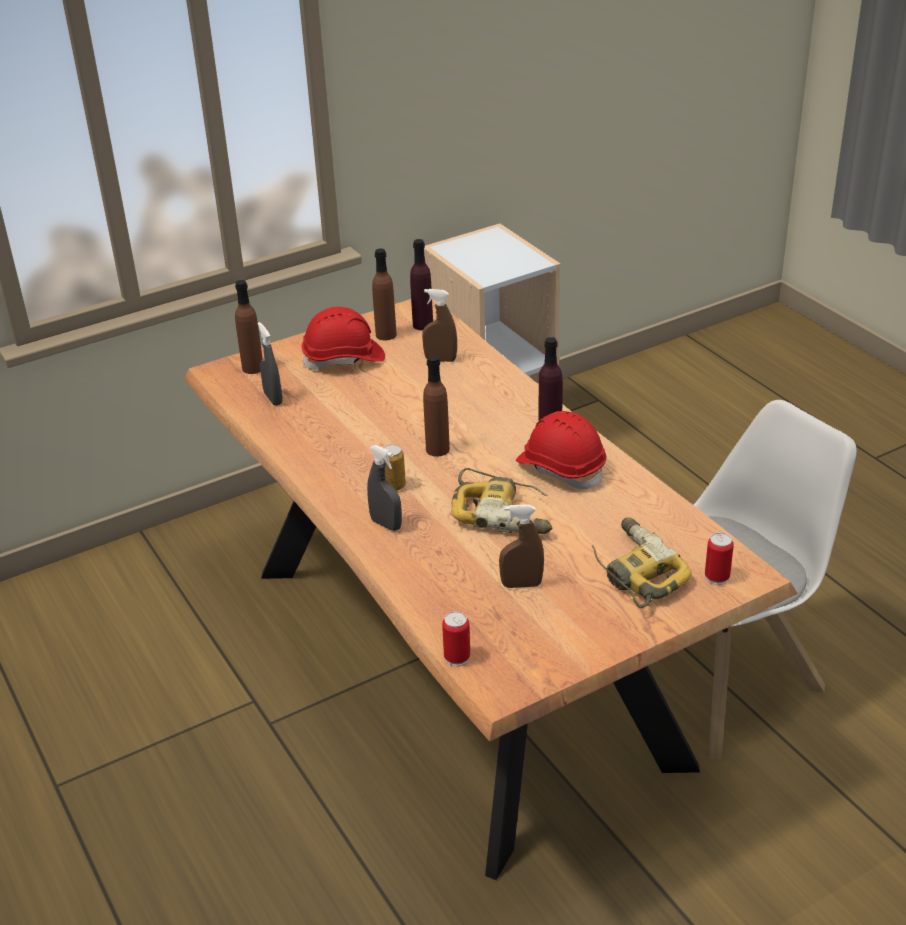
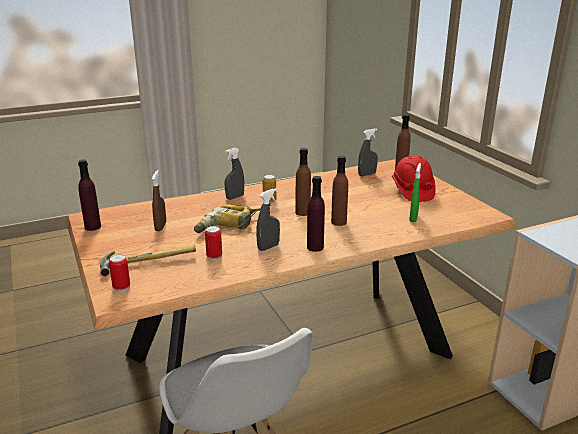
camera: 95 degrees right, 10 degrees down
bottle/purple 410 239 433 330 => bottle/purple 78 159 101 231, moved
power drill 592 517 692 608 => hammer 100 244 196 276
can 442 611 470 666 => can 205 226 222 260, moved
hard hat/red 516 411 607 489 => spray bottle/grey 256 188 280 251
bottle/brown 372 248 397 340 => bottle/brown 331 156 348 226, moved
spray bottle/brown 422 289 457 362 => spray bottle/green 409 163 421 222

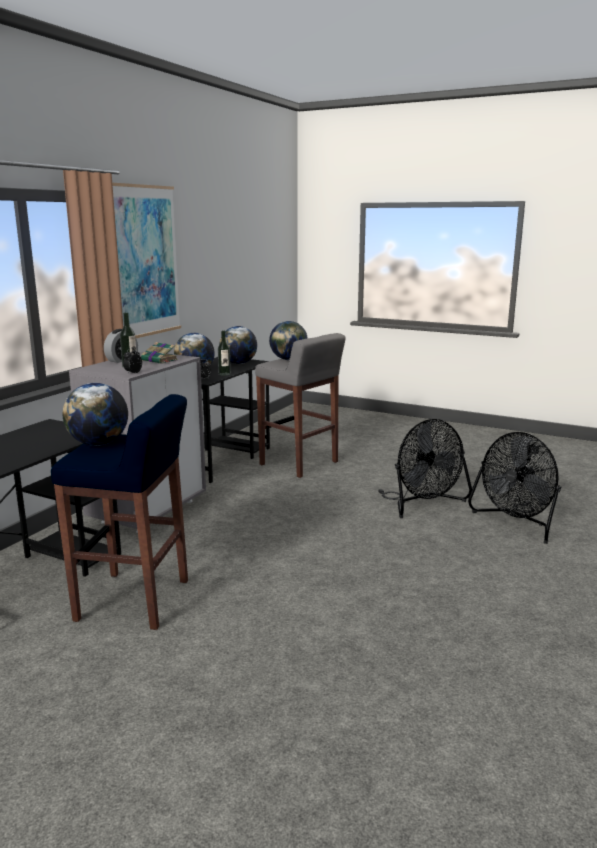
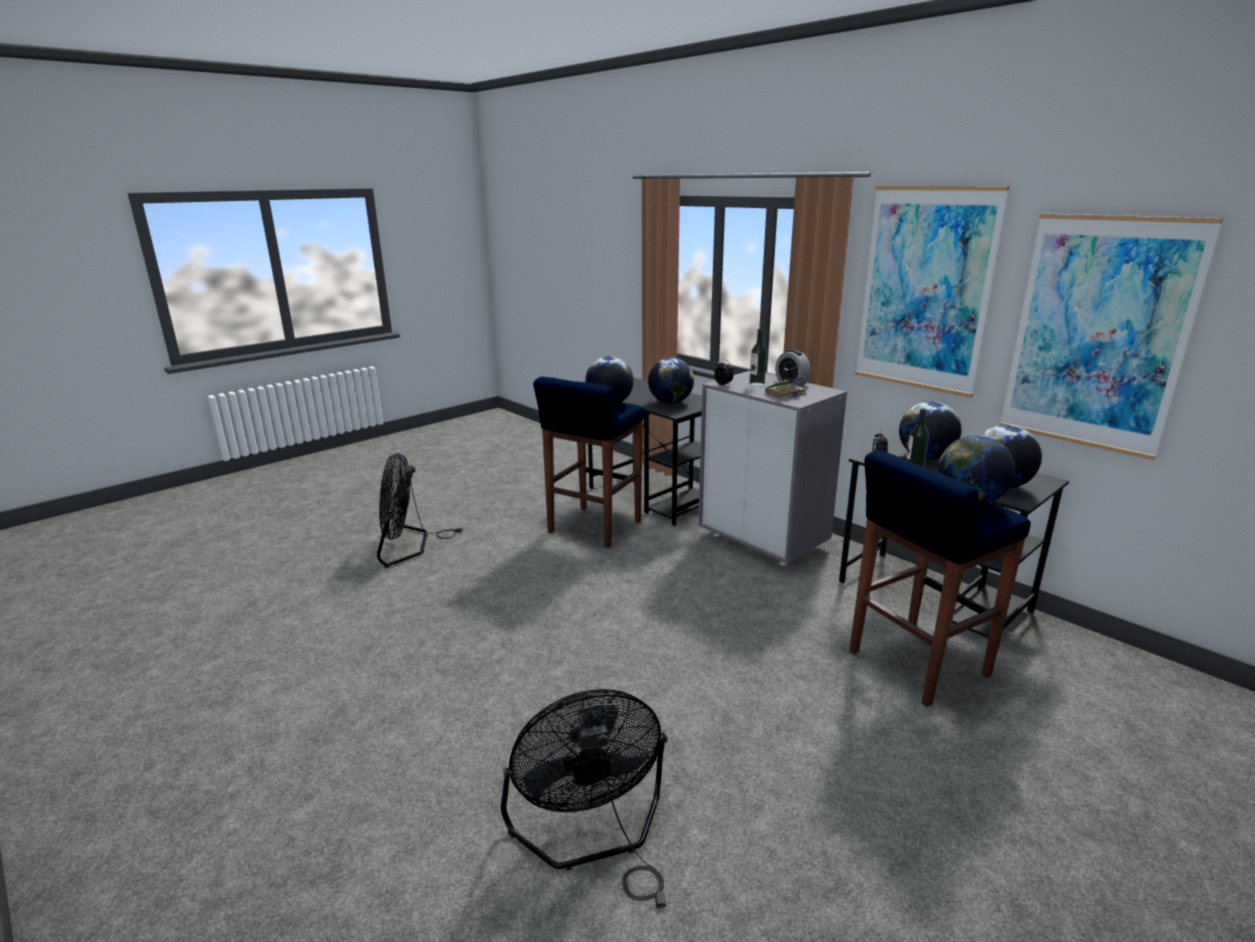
camera: 110 degrees right, 5 degrees up
fan/black 378 419 472 518 => fan/black 377 453 464 568, moved
nothing => globe 648 358 694 404
stool/grey 255 333 346 478 => stool/blue 849 450 1031 707
nothing => picture 999 213 1223 460

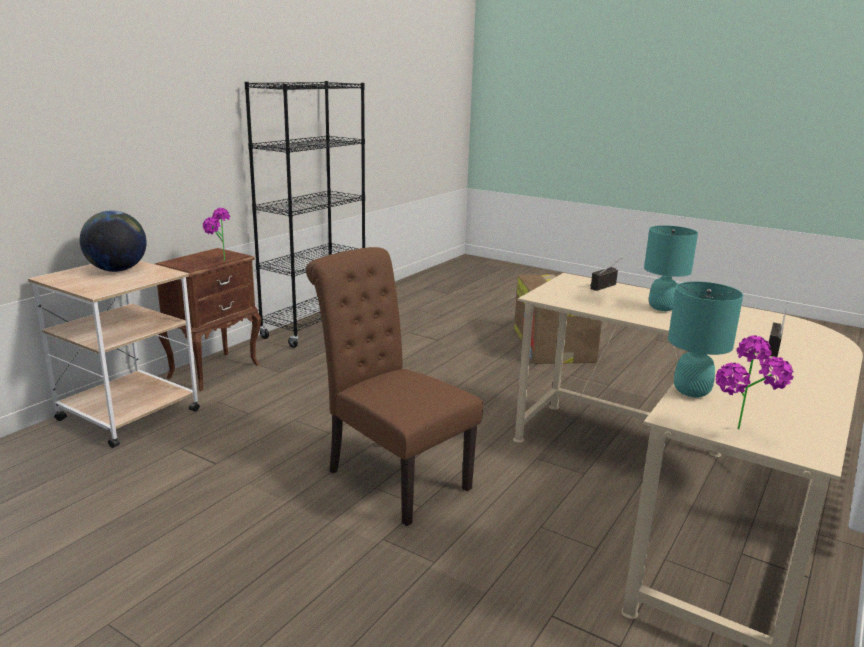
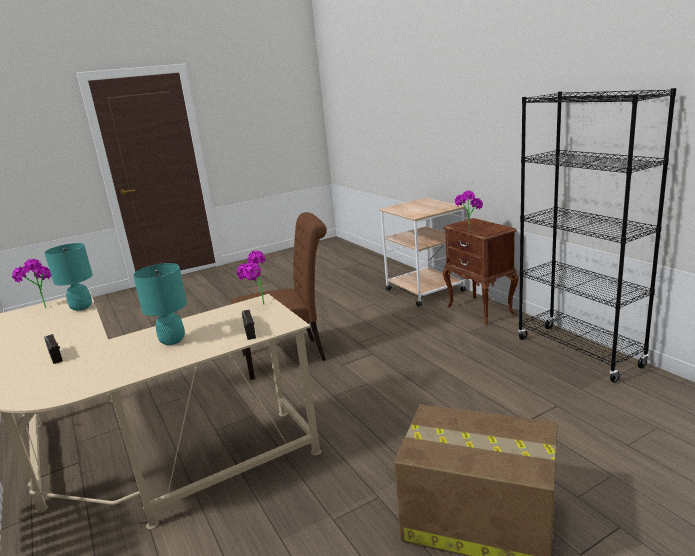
camera: 120 degrees right, 0 degrees up
nothing => potted plant 236 250 265 304
globe 80 210 147 272 => nothing

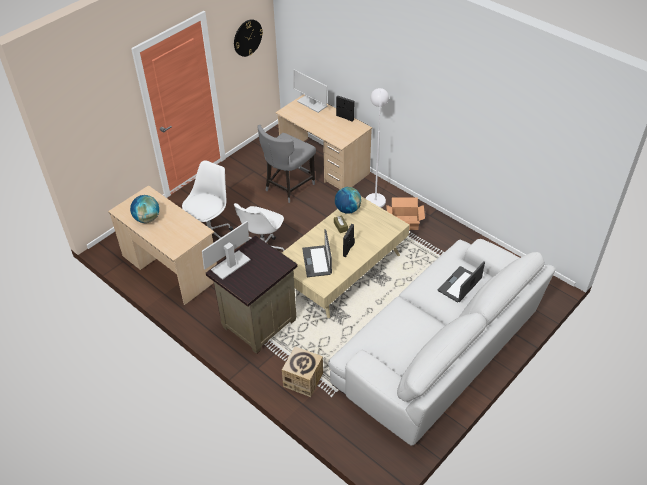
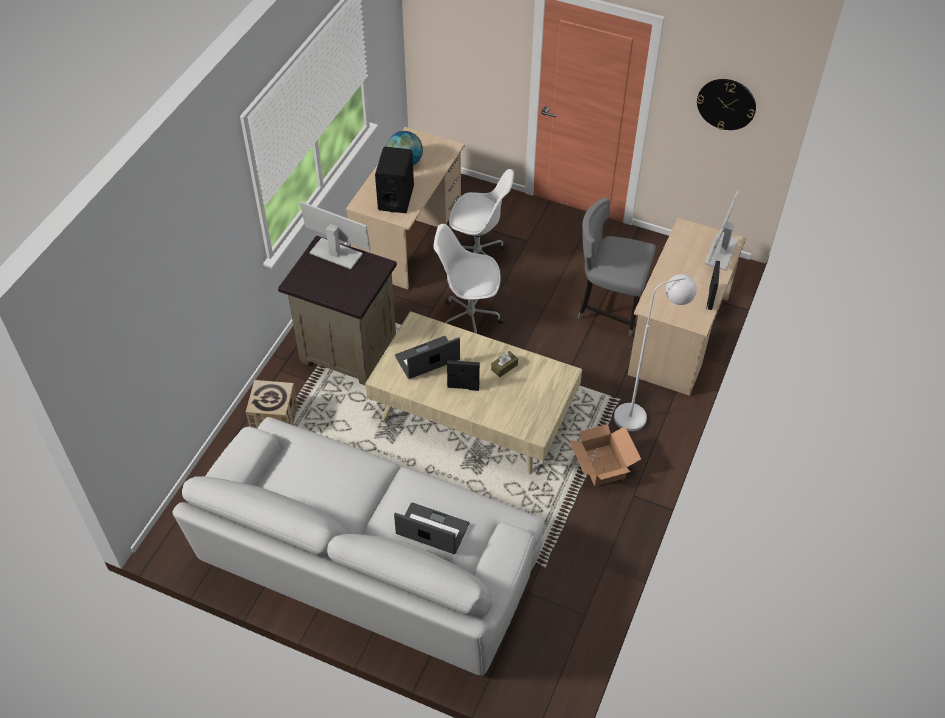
camera: 70 degrees right, 5 degrees up
nothing => speaker/black 375 147 414 213
globe 335 187 361 214 => nothing

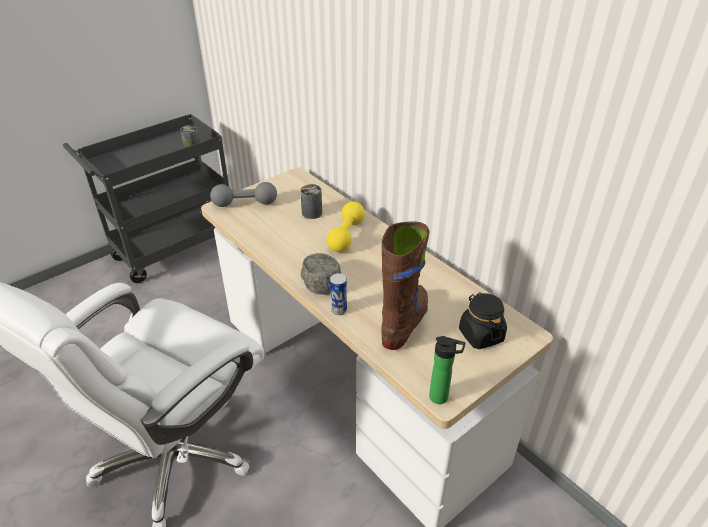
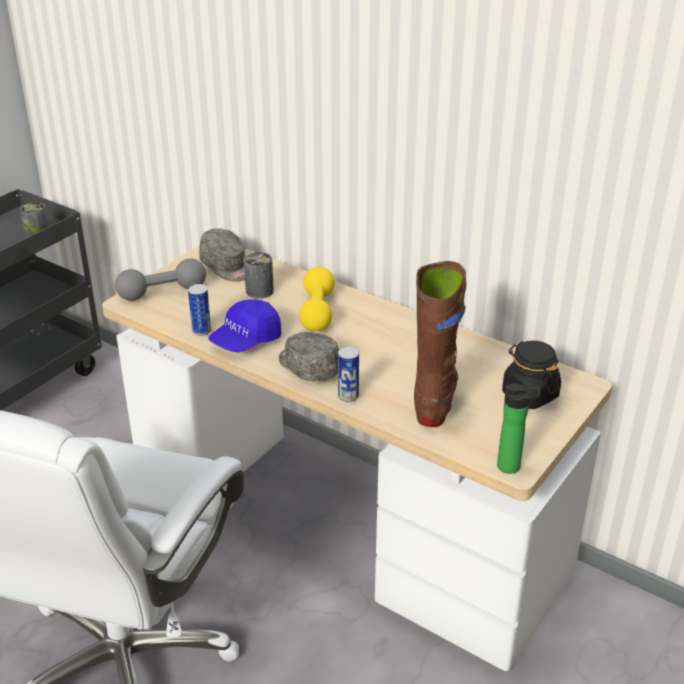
camera: 15 degrees left, 5 degrees down
nothing => can 188 284 211 336
nothing => cap/grey 199 228 245 282
nothing => cap/blue 208 299 281 353

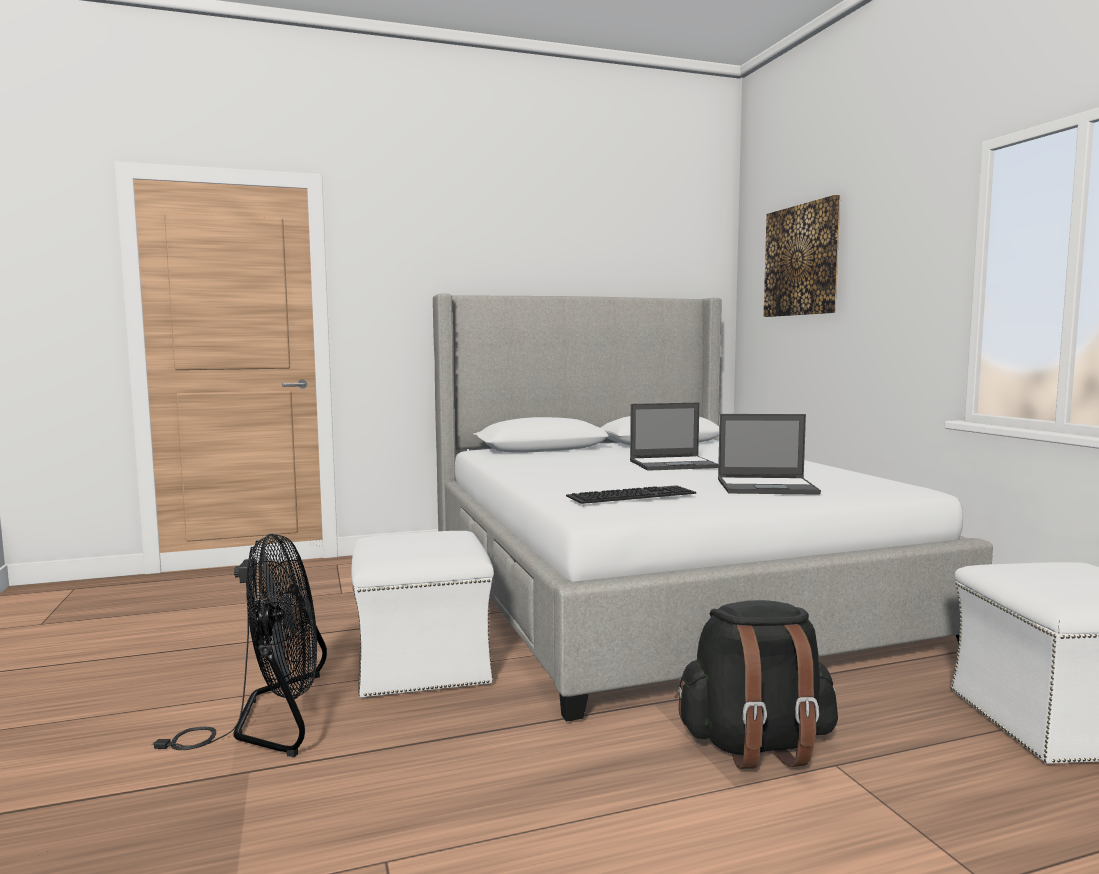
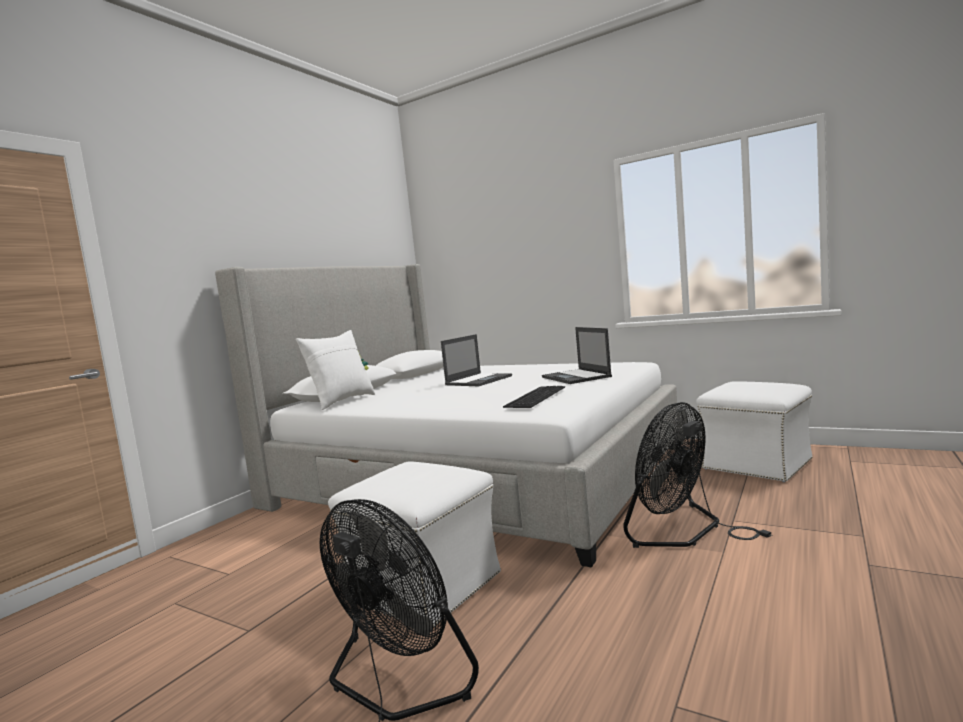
camera: 40 degrees left, 0 degrees up
nothing => pillow/white 296 330 375 410
laptop 718 414 821 494 => laptop 542 327 612 384, 105 degrees clockwise
backpack/black 675 600 838 769 => fan/black 623 402 773 548
picture 764 195 840 317 => nothing

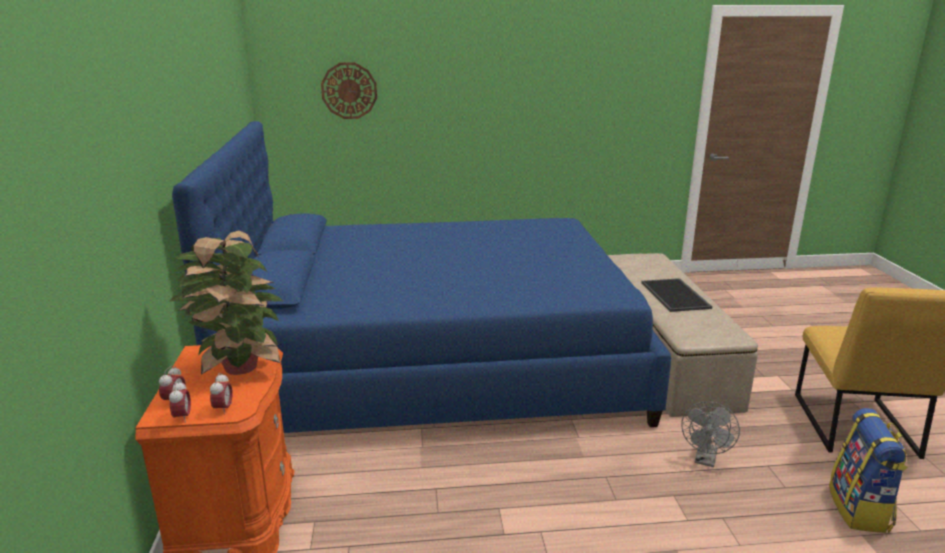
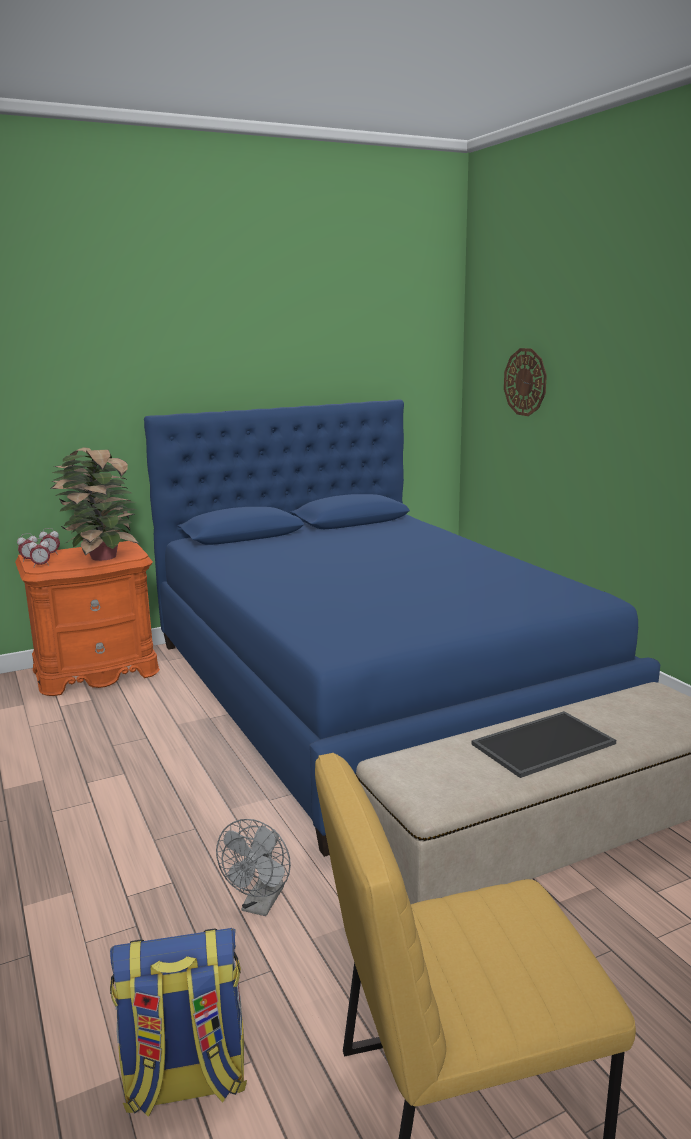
camera: 70 degrees right, 5 degrees down
fan/grey 681 401 740 467 => fan/grey 216 819 291 916, 75 degrees counterclockwise

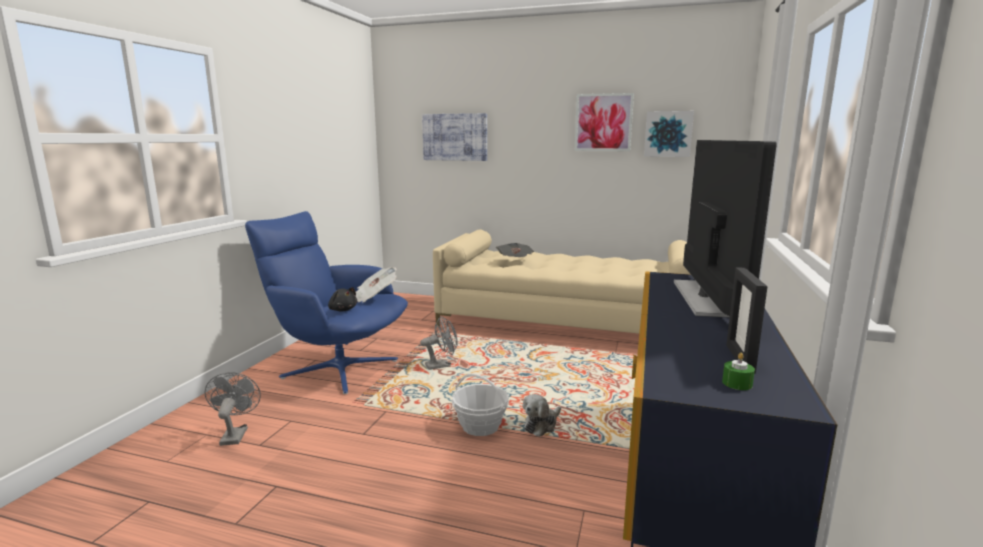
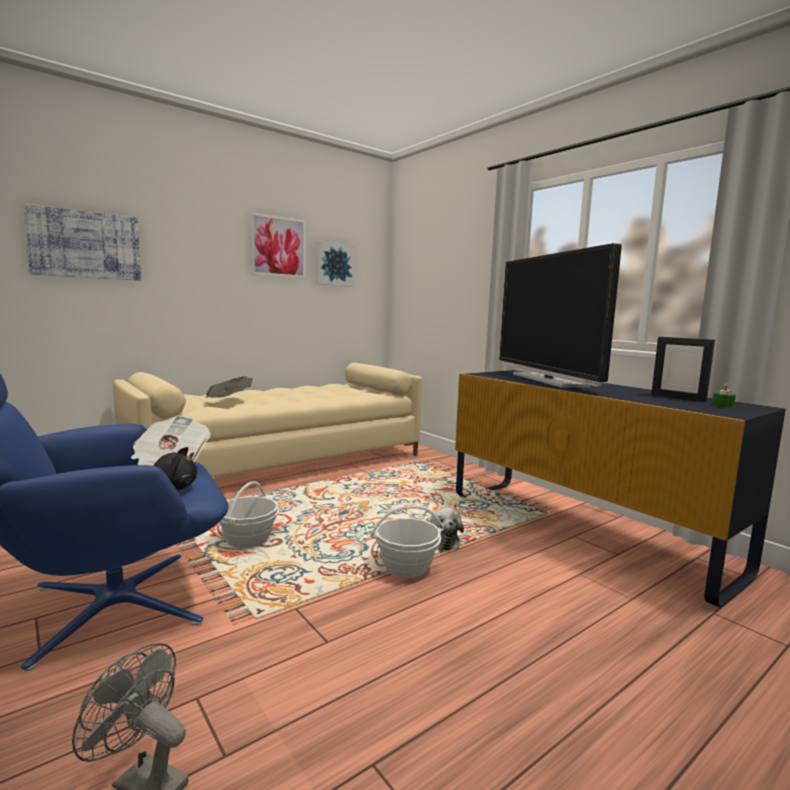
camera: 55 degrees left, 5 degrees down
fan/grey 420 316 457 370 => basket 219 481 279 548
television 674 140 777 318 => television 499 243 622 388, 150 degrees counterclockwise

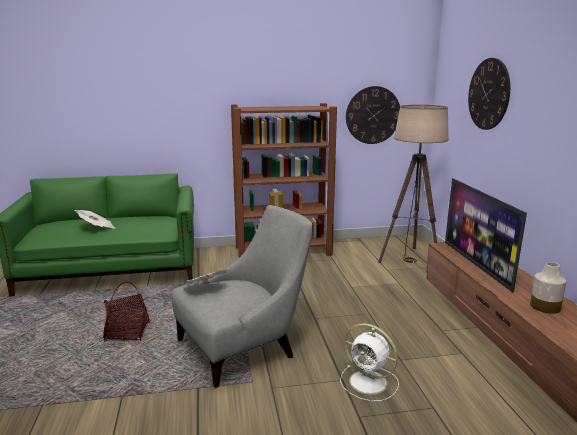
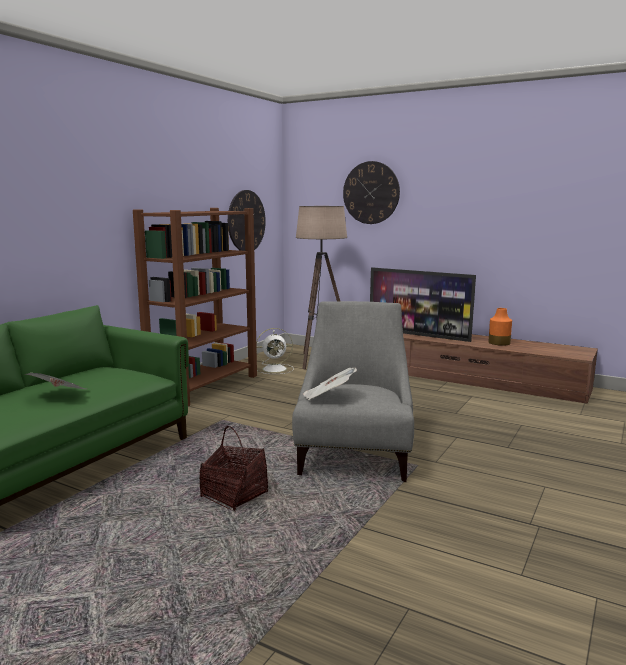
camera: 50 degrees left, 5 degrees down
fan/white 340 323 399 401 => fan/white 256 328 294 374, moved
vase/beige 530 262 566 313 => vase/orange 488 308 512 346

